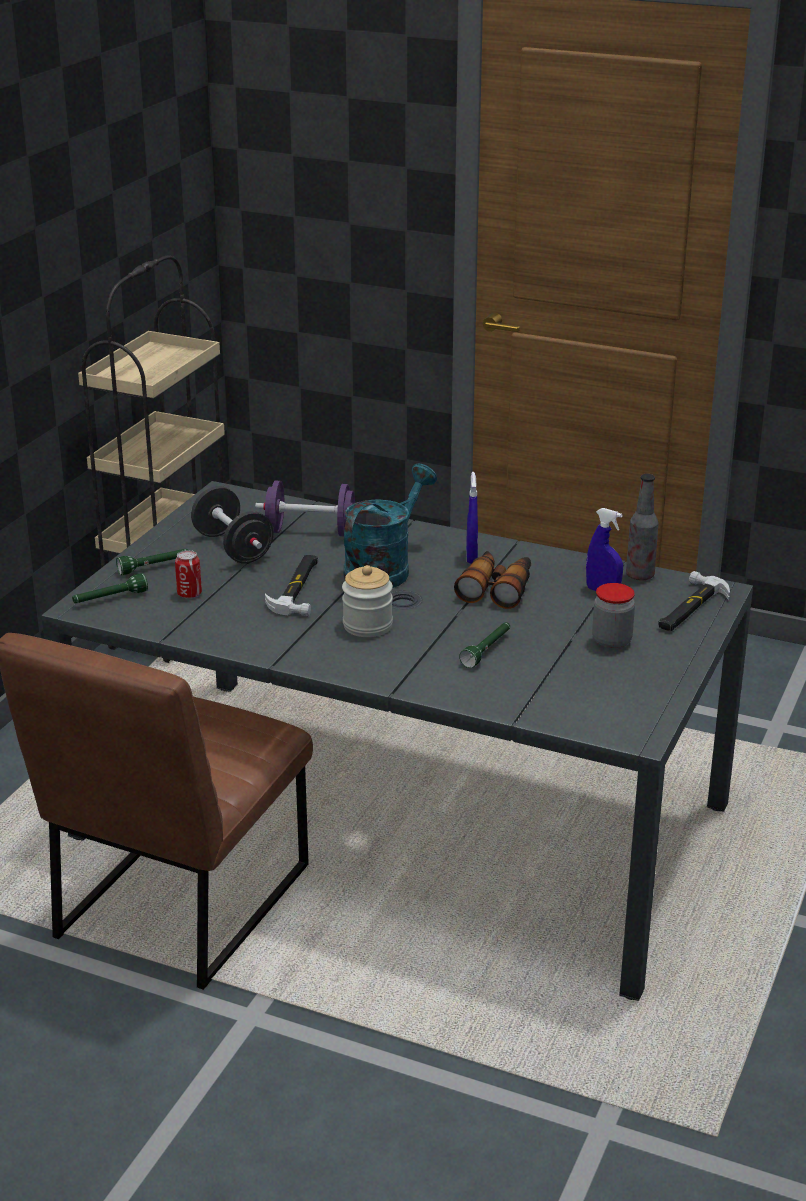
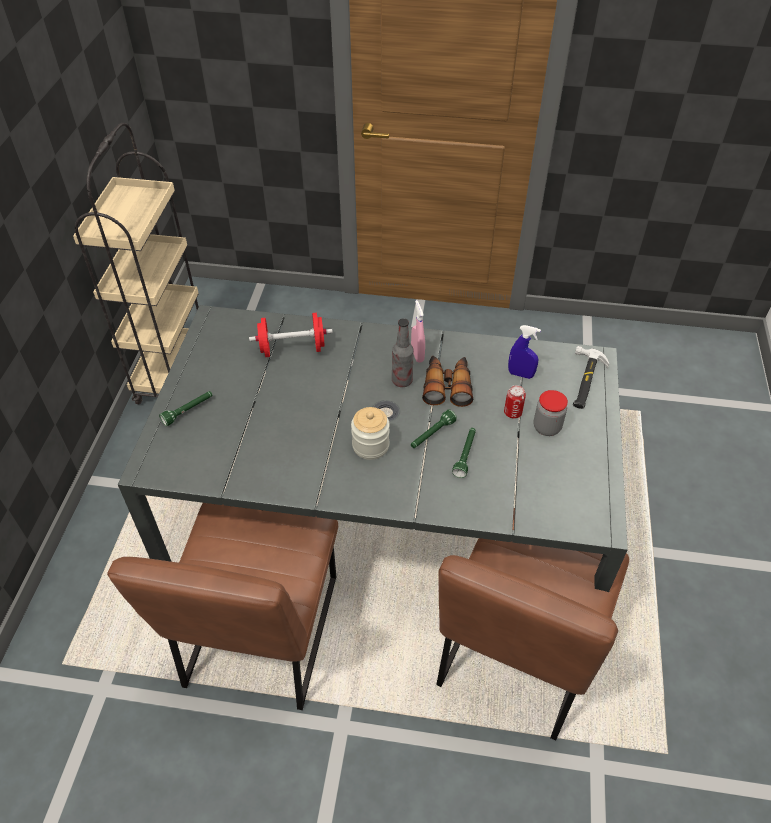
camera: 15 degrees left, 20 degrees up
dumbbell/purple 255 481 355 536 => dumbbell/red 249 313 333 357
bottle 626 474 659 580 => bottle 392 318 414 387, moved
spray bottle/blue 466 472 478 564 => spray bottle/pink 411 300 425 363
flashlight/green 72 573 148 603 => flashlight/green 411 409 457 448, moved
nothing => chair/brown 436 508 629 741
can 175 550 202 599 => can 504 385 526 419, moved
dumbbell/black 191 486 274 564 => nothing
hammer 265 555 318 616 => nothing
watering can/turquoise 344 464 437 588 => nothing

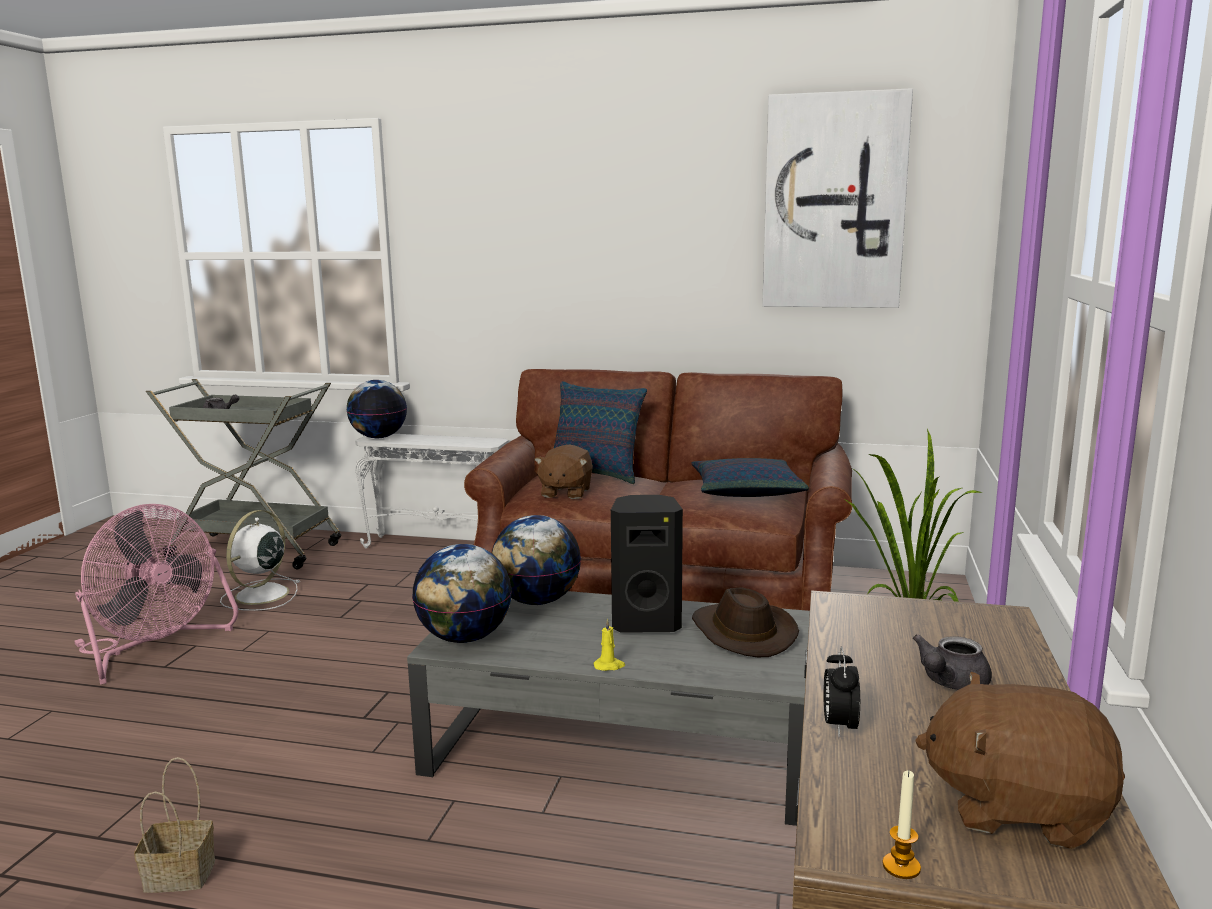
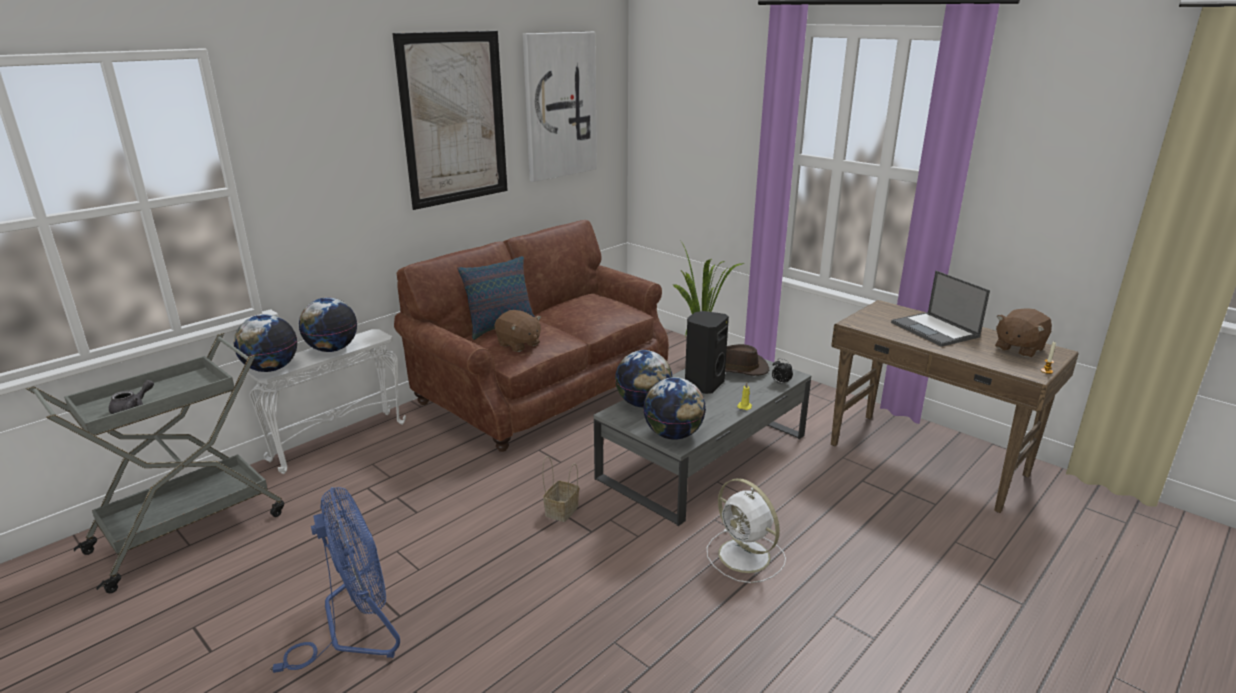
camera: 60 degrees left, 10 degrees up
fan/pink 75 504 238 685 => fan/blue 270 487 400 673
nothing => globe 299 297 357 352
nothing => picture 392 31 508 210
basket 134 757 215 893 => basket 543 456 579 522, moved
fan/white 220 510 300 611 => fan/white 707 478 786 583, moved
alarm clock 823 647 860 737 => alarm clock 772 359 793 385, moved
teapot/grey 913 634 992 690 => laptop 891 271 990 347
pillow/blue 691 458 809 497 => nothing

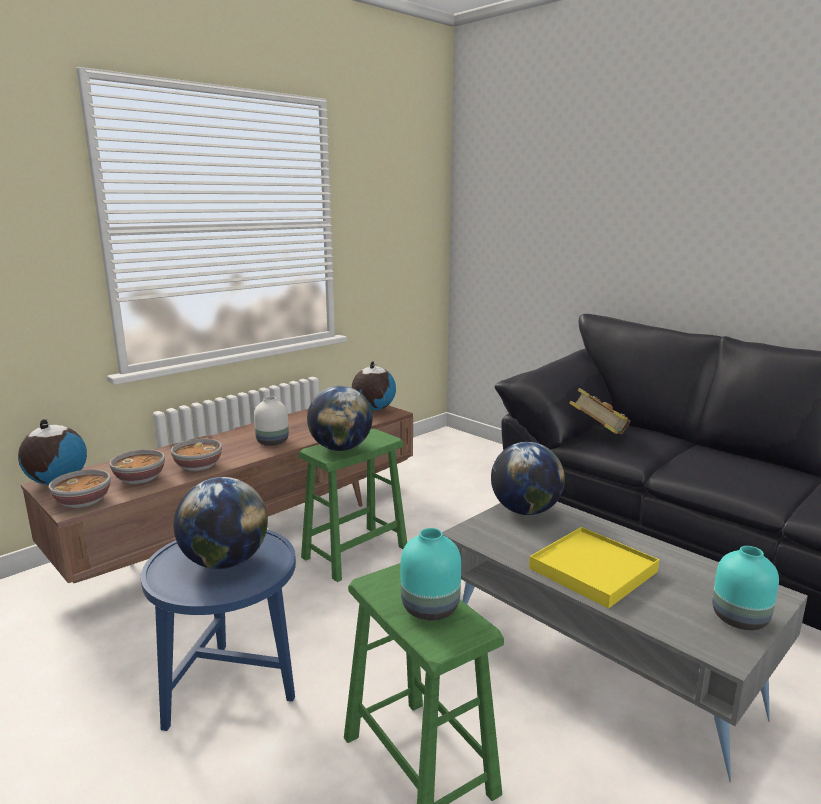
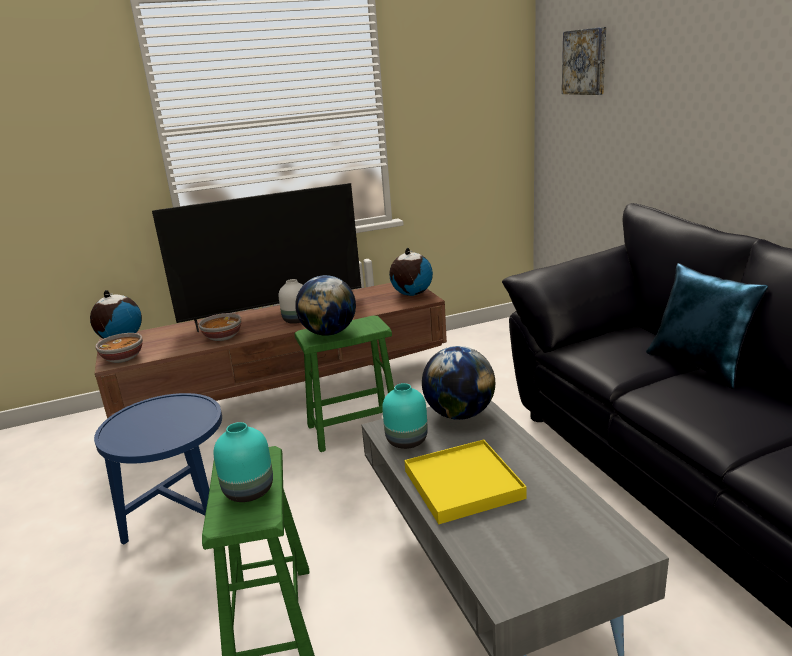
camera: 25 degrees right, 5 degrees up
nothing => television 152 183 361 332
vase/turquoise 712 546 779 630 => vase/turquoise 382 383 428 449, moved
nothing => picture 562 27 606 95
nothing => pillow/blue 646 263 768 389
bowl 110 449 165 484 => nothing
globe 173 477 268 569 => nothing
book 569 388 631 434 => nothing

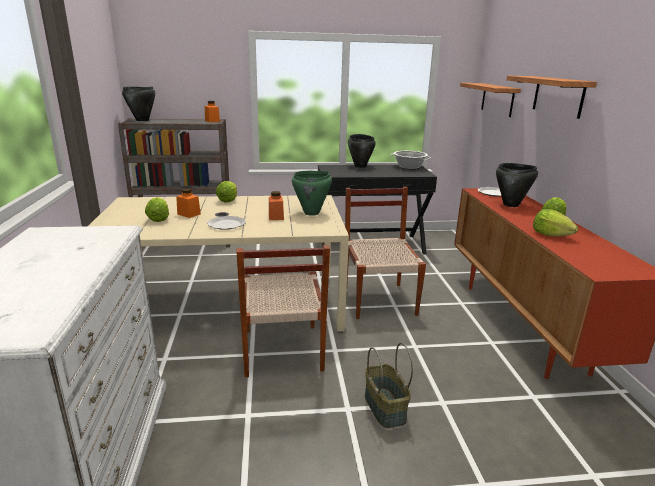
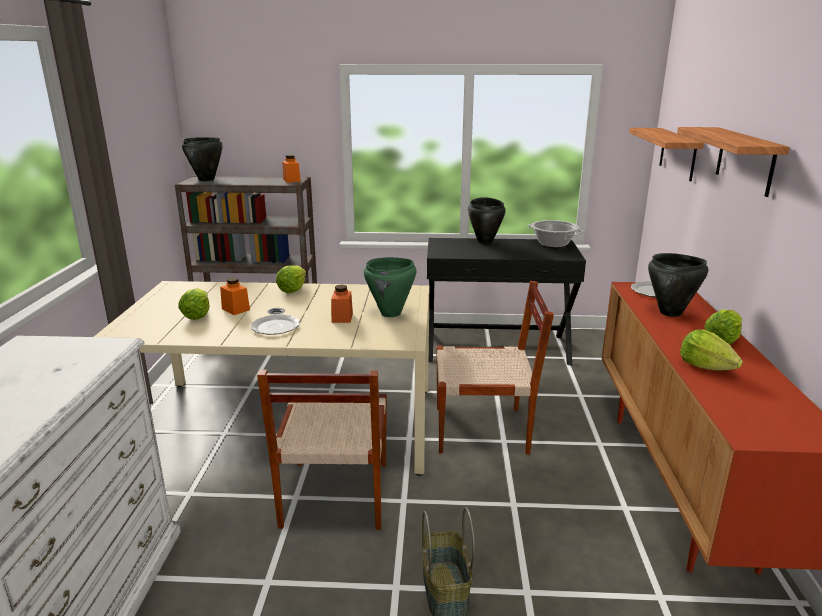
camera: 10 degrees right, 0 degrees up
chair 345 187 426 319 => chair 437 281 554 455, 90 degrees clockwise

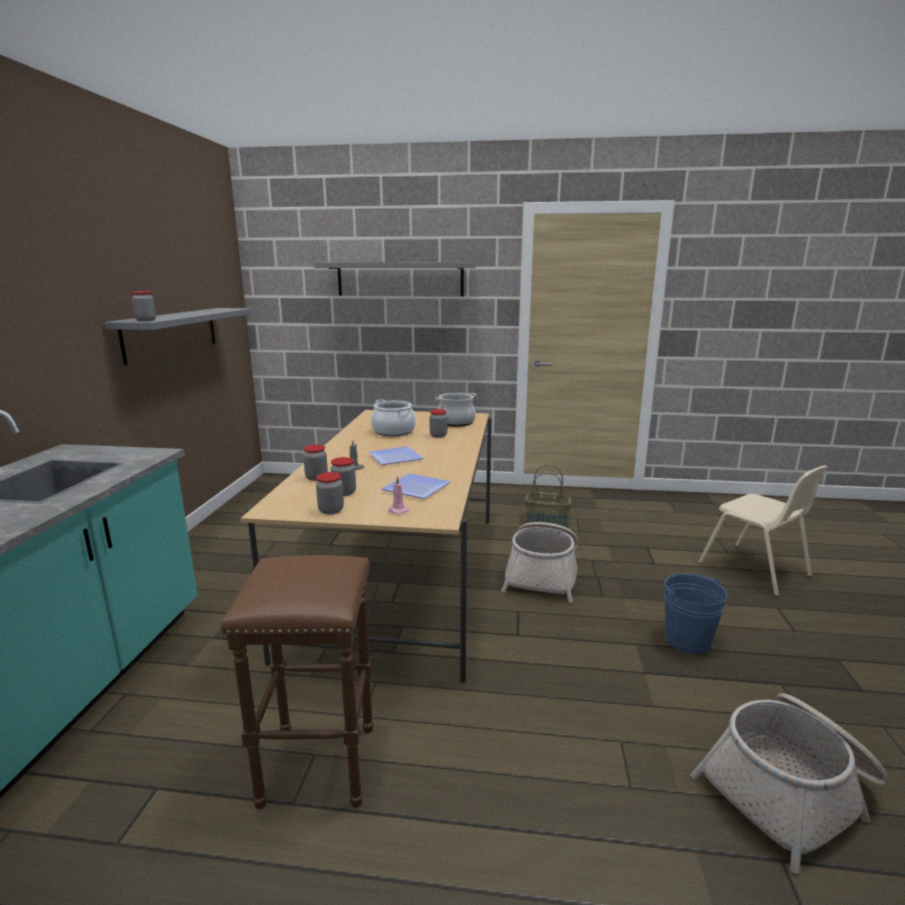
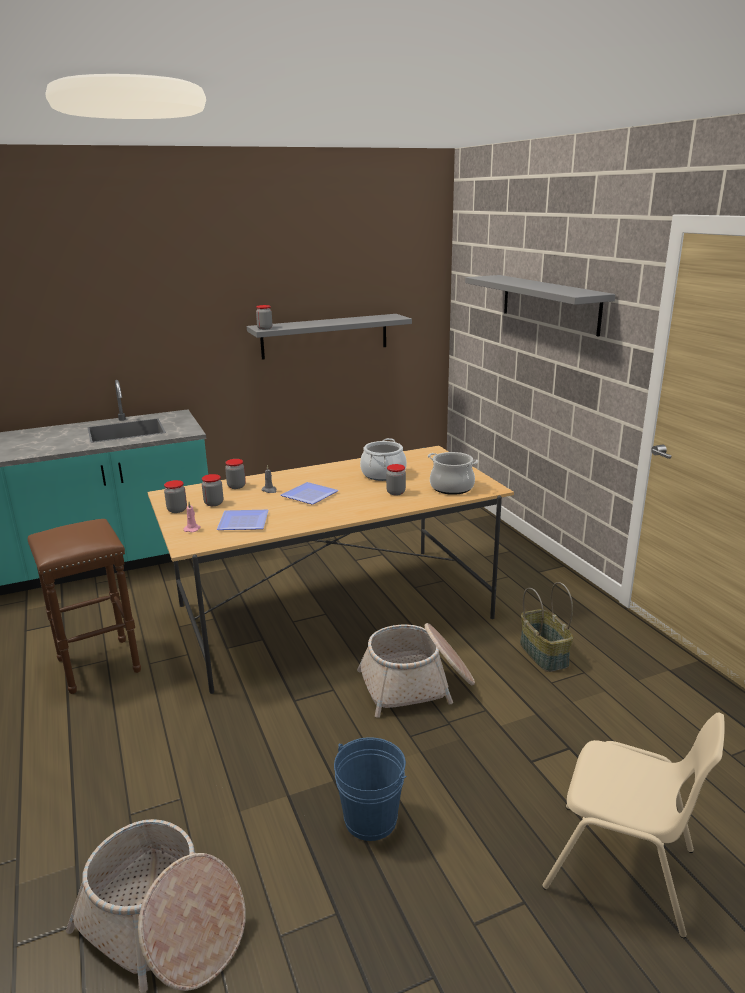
camera: 60 degrees right, 5 degrees up
chair/beige 699 465 828 596 => chair/beige 542 712 725 938, 90 degrees counterclockwise

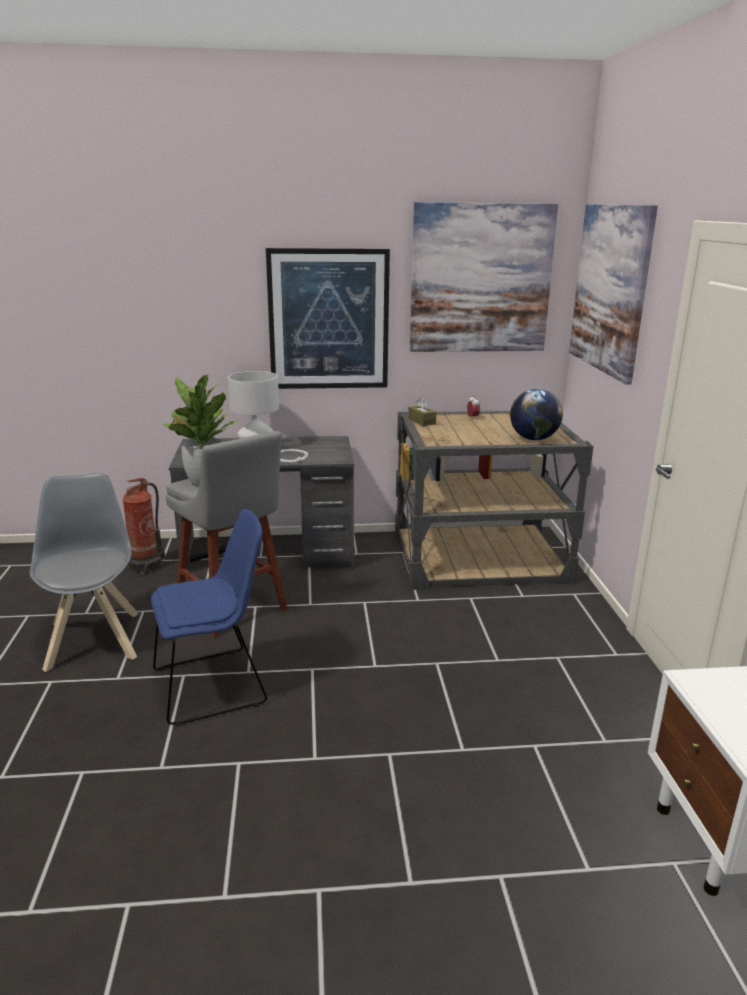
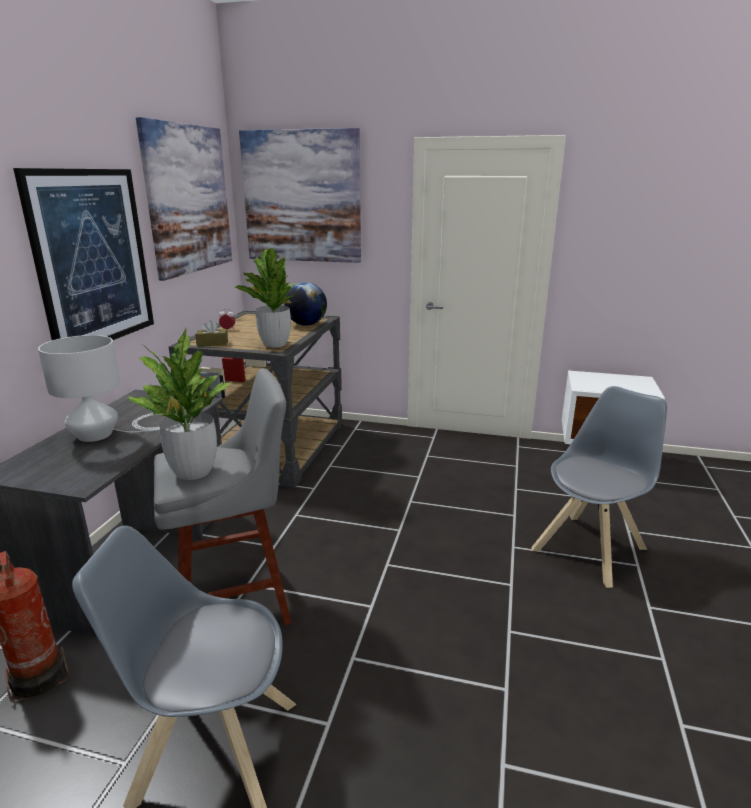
camera: 70 degrees left, 0 degrees up
nothing => potted plant 236 248 296 347
nothing => chair/grey 531 386 667 588
chair/blue 151 509 267 726 => nothing

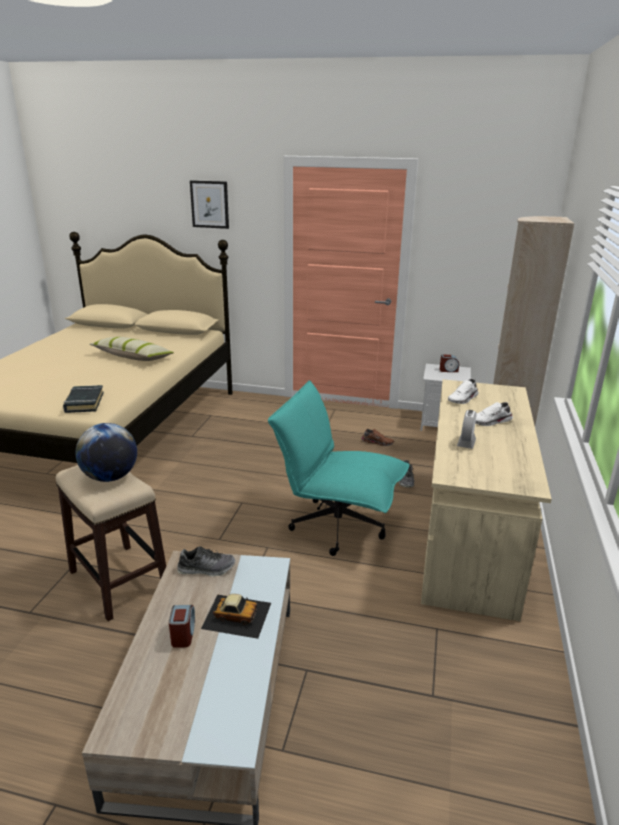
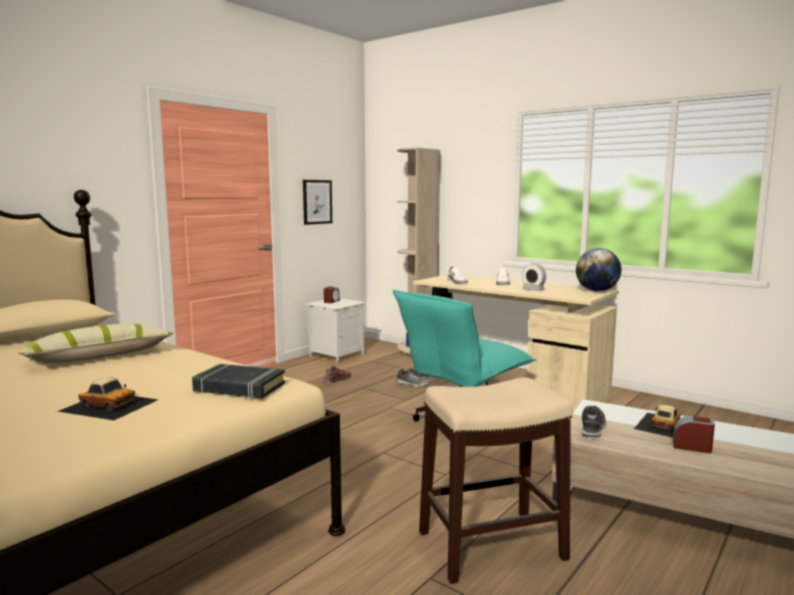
camera: 65 degrees left, 15 degrees down
nothing => toy car 58 377 158 420
picture 190 180 229 229 => picture 303 180 332 225, moved
globe 75 423 137 482 => globe 576 248 621 292, moved

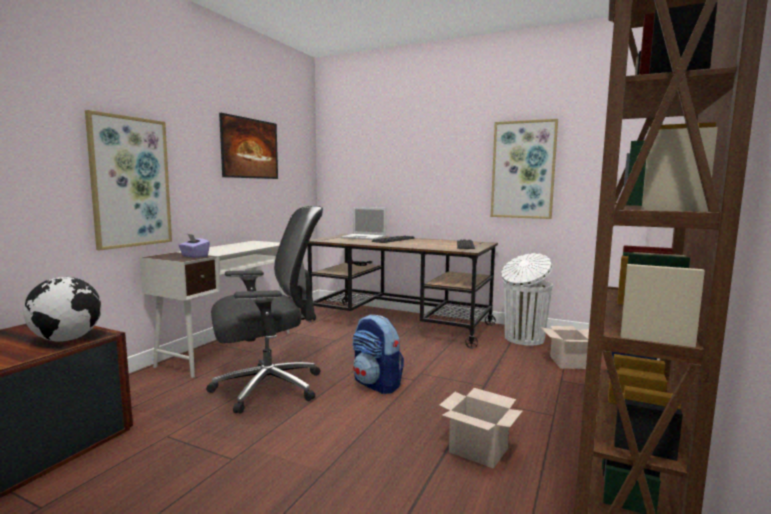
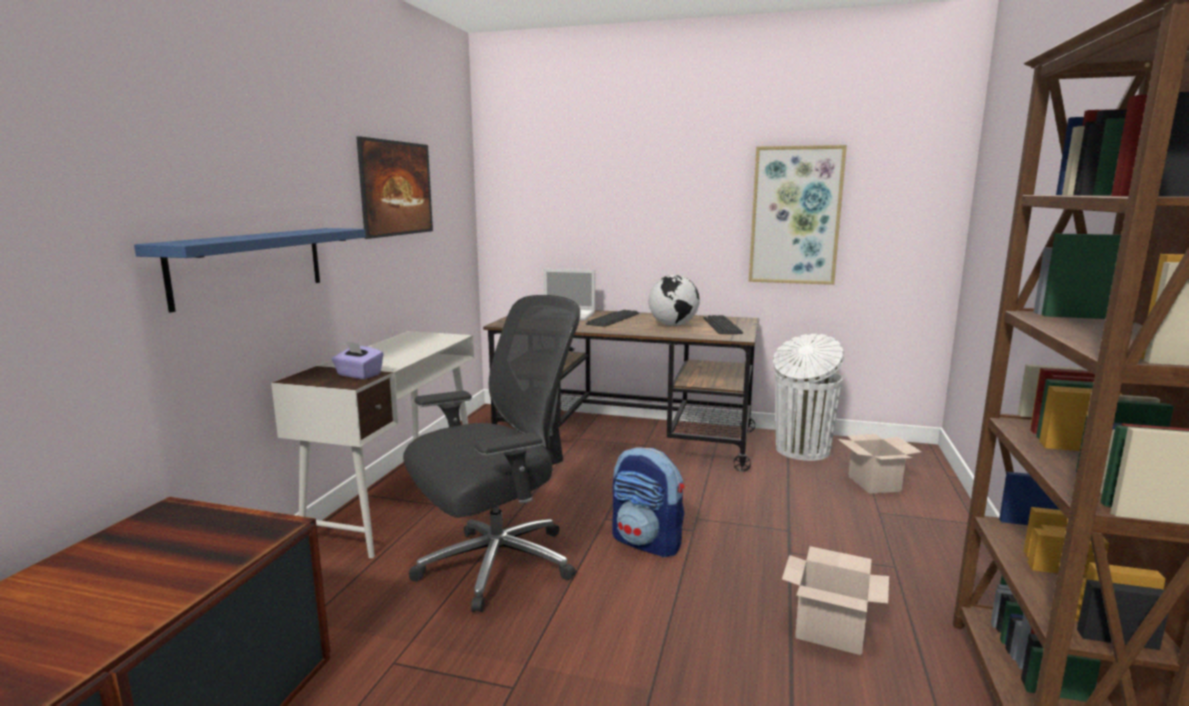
camera: 10 degrees left, 5 degrees up
picture 85 110 172 250 => shelf/blue 134 228 366 313
globe 23 277 102 342 => globe 649 275 700 326, moved

